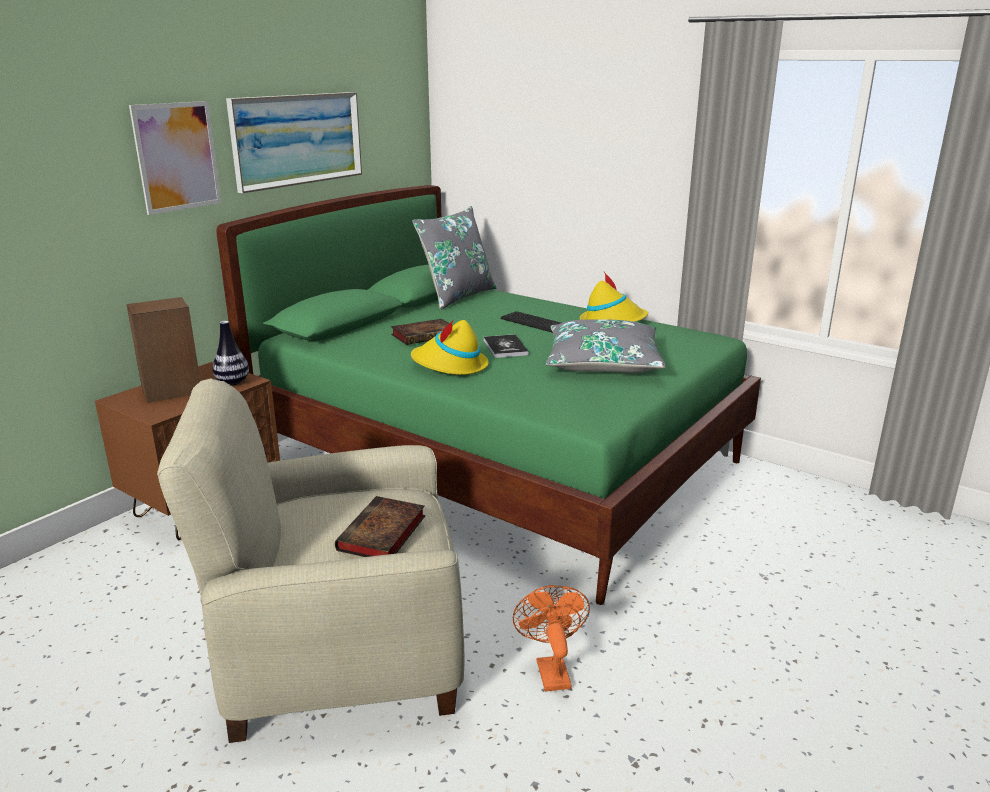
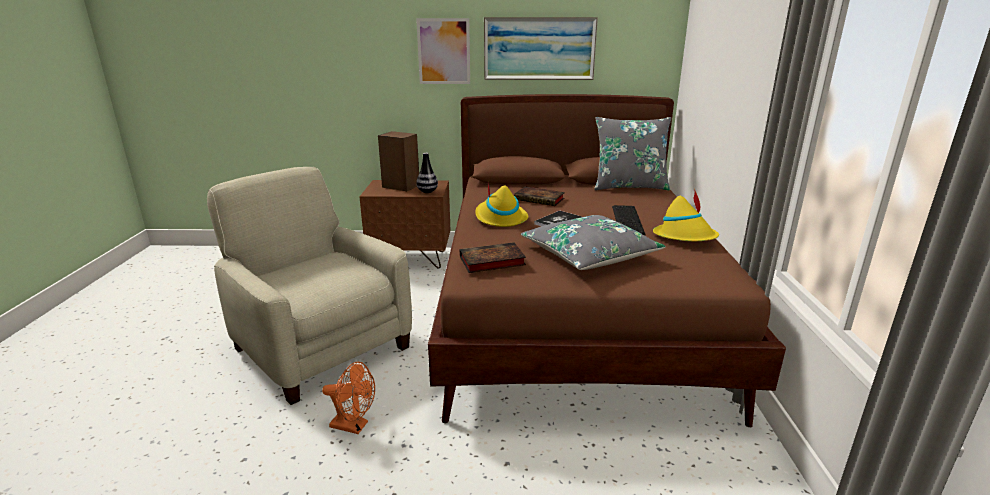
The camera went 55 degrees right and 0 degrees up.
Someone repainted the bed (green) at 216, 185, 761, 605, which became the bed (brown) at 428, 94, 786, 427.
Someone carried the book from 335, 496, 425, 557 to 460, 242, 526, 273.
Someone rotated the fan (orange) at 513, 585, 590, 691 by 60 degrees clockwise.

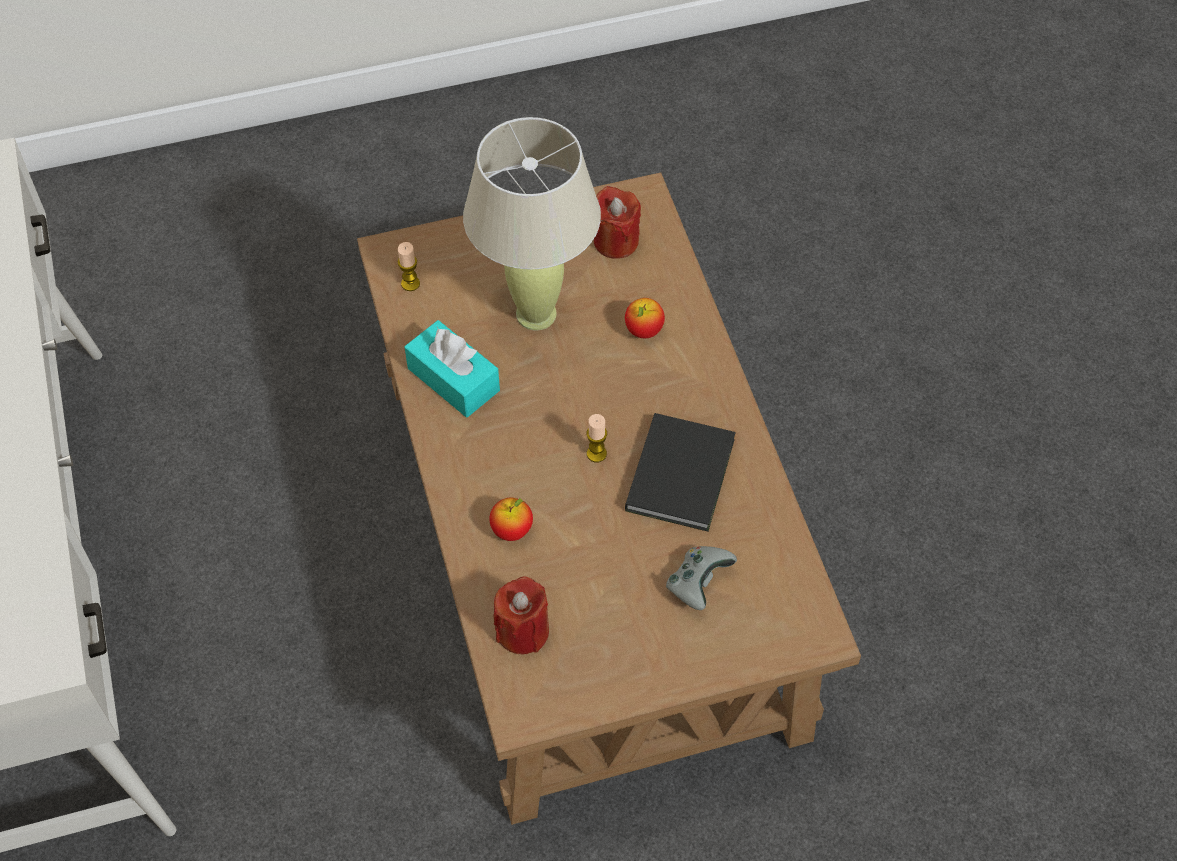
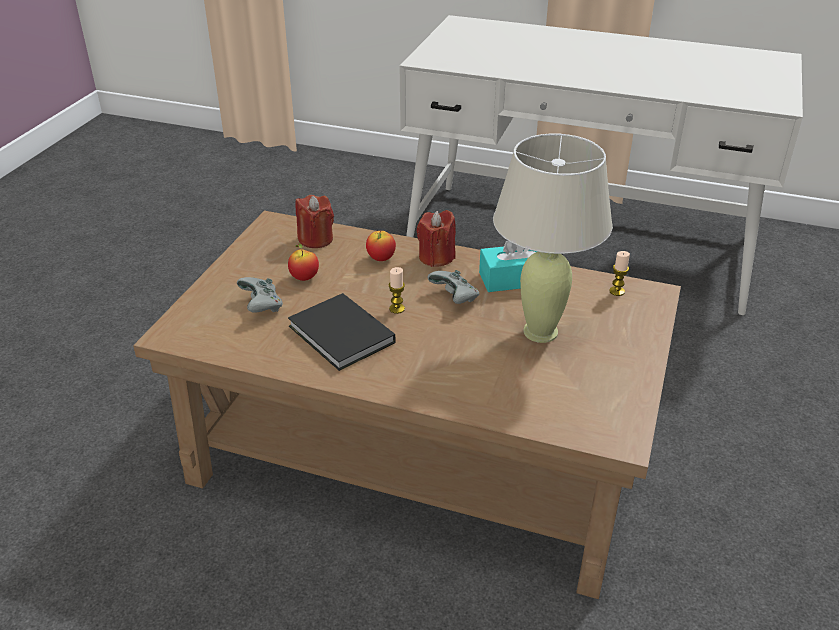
The camera went 125 degrees right and 20 degrees down.
Someone carried the candle (red) from 594, 186, 641, 259 to 417, 210, 456, 267.
Someone carried the apple from 625, 298, 665, 338 to 288, 243, 319, 281.
Someone put down the game controller (grey) at 427, 270, 479, 304.

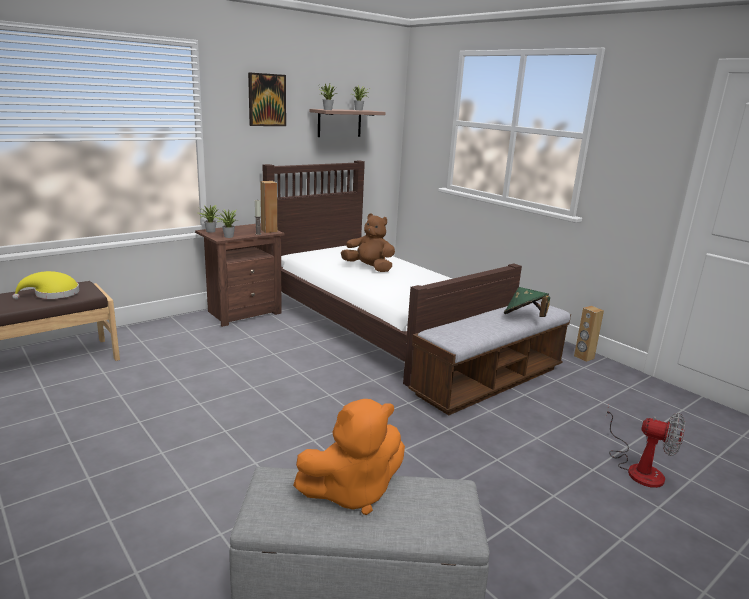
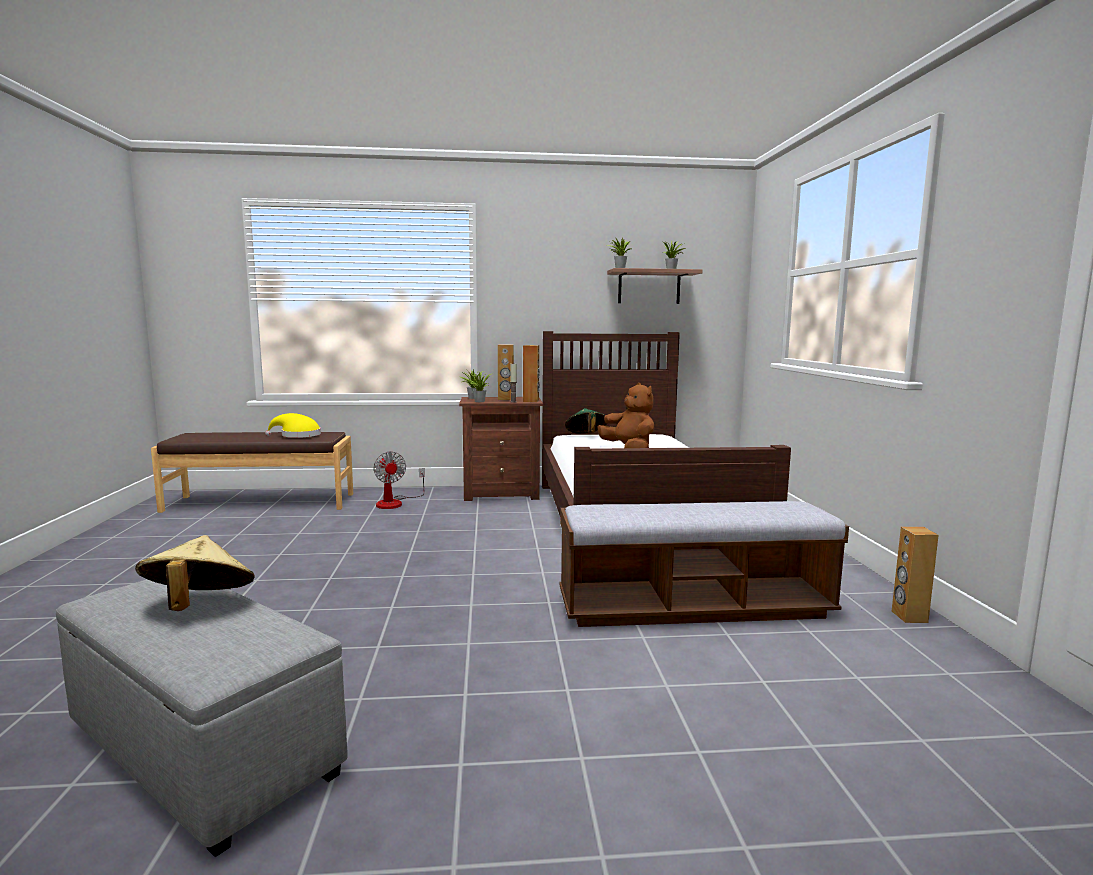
The camera went 35 degrees right and 10 degrees down.
Someone took away the picture at 248, 72, 286, 126.
Someone swapped the plush toy (orange) at 293, 399, 405, 515 for the hat (beige) at 135, 535, 255, 611.
Someone carried the hat (green) from 504, 287, 550, 317 to 565, 408, 607, 434.
Someone carried the fan from 605, 405, 685, 488 to 373, 451, 425, 509.
Someone put down the speaker (brown) at 498, 344, 514, 400.

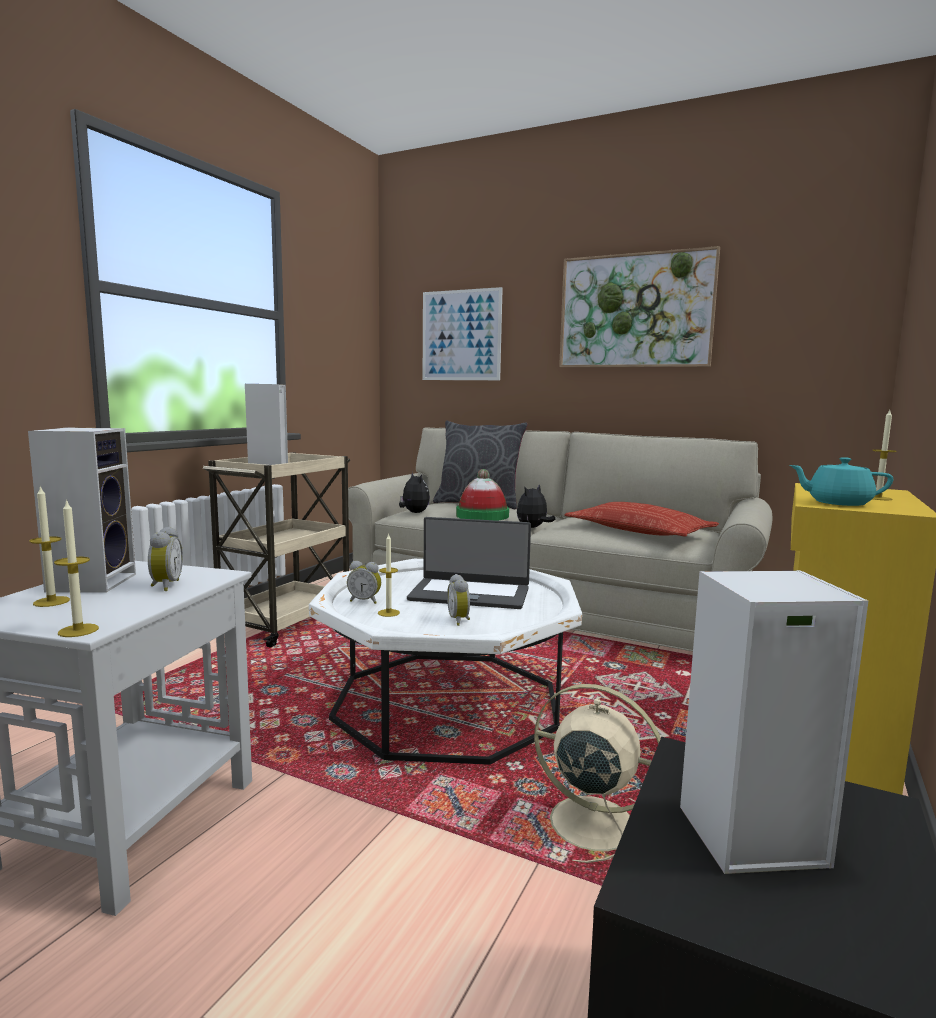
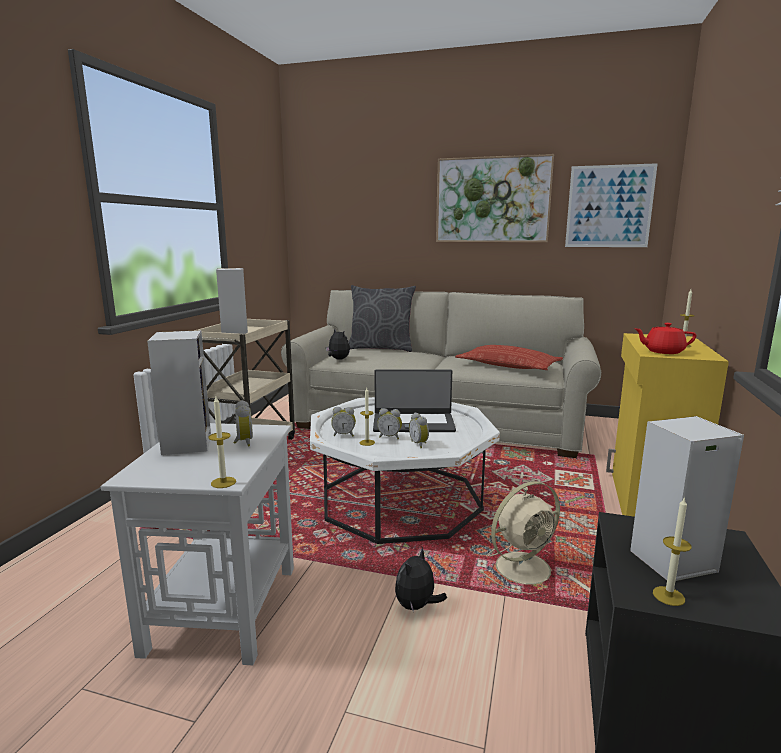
The camera went 10 degrees left and 5 degrees up.
Someone carried the candle from 29, 486, 70, 607 to 653, 497, 692, 606.
Someone carried the picture from 423, 287, 503, 380 to 565, 163, 658, 247.
Someone took away the hat at 456, 469, 509, 521.
Someone carried the plush toy from 517, 484, 556, 528 to 395, 547, 447, 612.
Someone rotated the fan (beige) at 526, 684, 661, 863 by 135 degrees clockwise.
Someone repainted the teapot (turquoise) at 789, 457, 893, 506, which became the teapot (red) at 634, 323, 696, 354.
Someone put down the alarm clock at 377, 408, 402, 439.

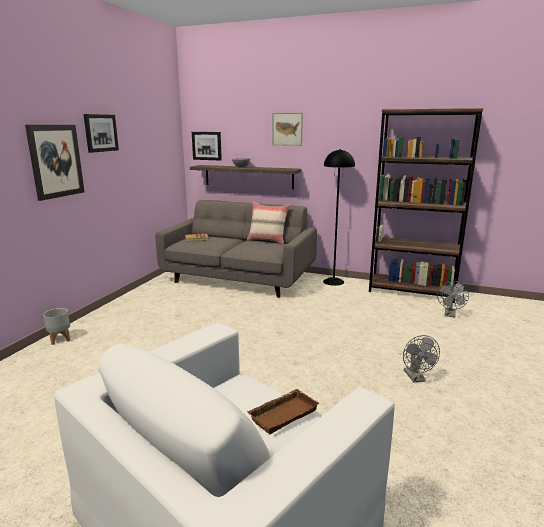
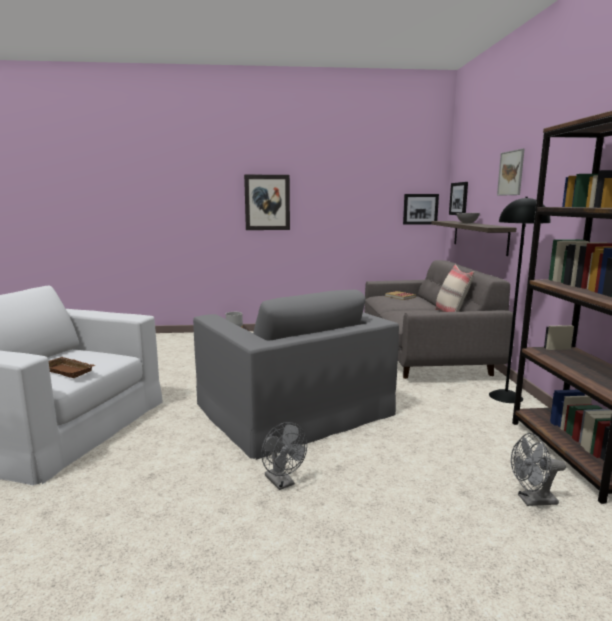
The camera went 65 degrees right and 5 degrees down.
Someone carried the picture from 84, 114, 119, 153 to 403, 194, 439, 225.
Someone rotated the fan (grey) at 403, 335, 440, 382 by 90 degrees counterclockwise.
Someone put down the armchair (grey) at 193, 290, 399, 460.

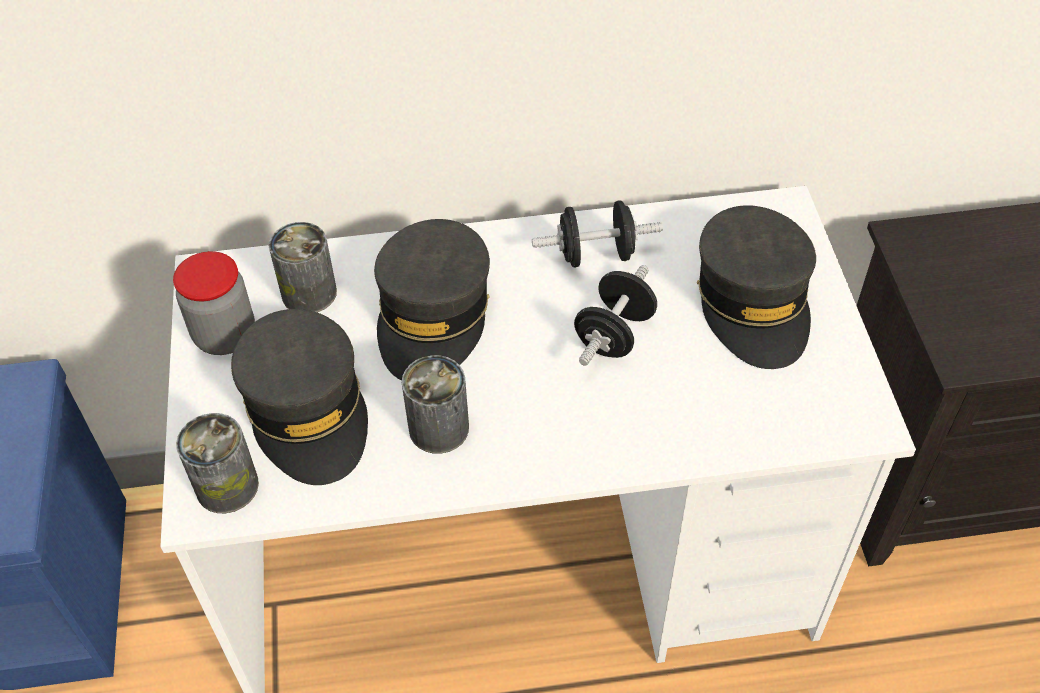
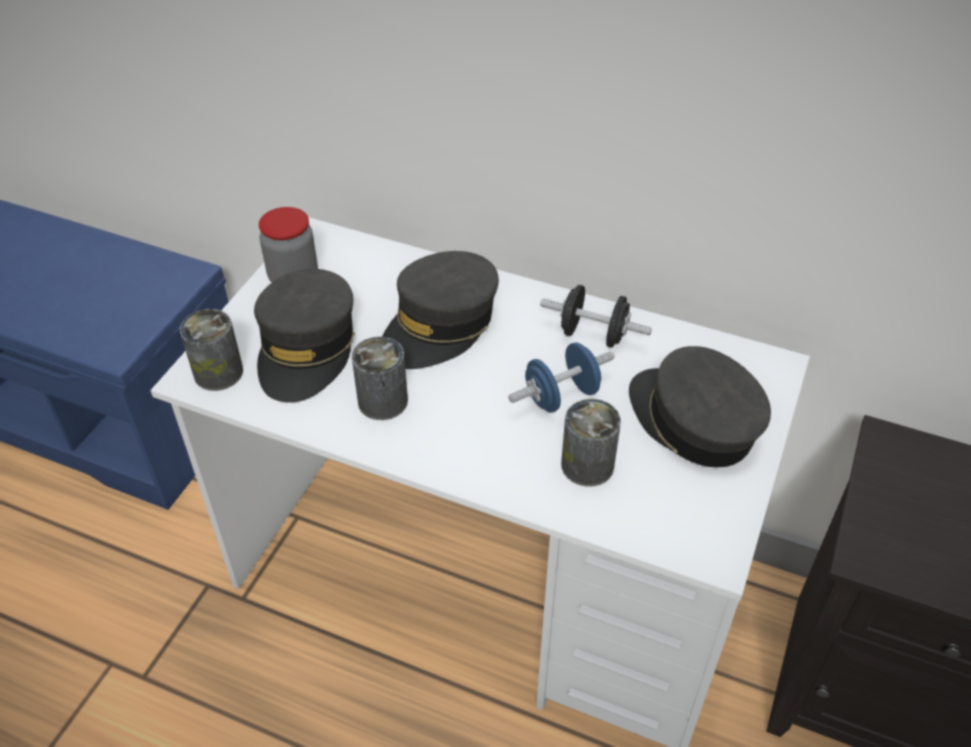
The camera went 30 degrees right and 5 degrees down.
Someone carried the can from 269, 222, 337, 313 to 561, 399, 621, 486.
Someone repainted the dumbbell (black) at 574, 265, 657, 366, which became the dumbbell (blue) at 508, 342, 615, 413.
Someone rotated the cap (grey) at 697, 205, 816, 369 by 120 degrees clockwise.

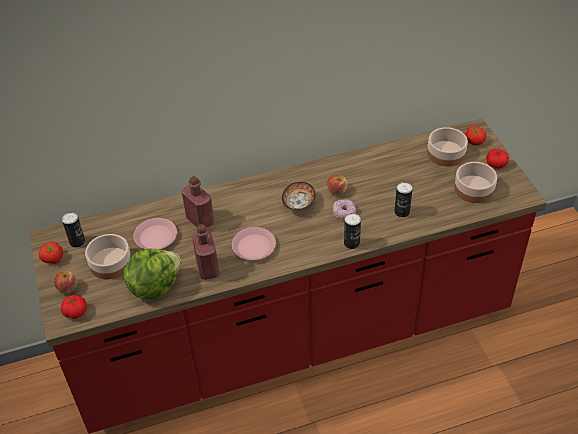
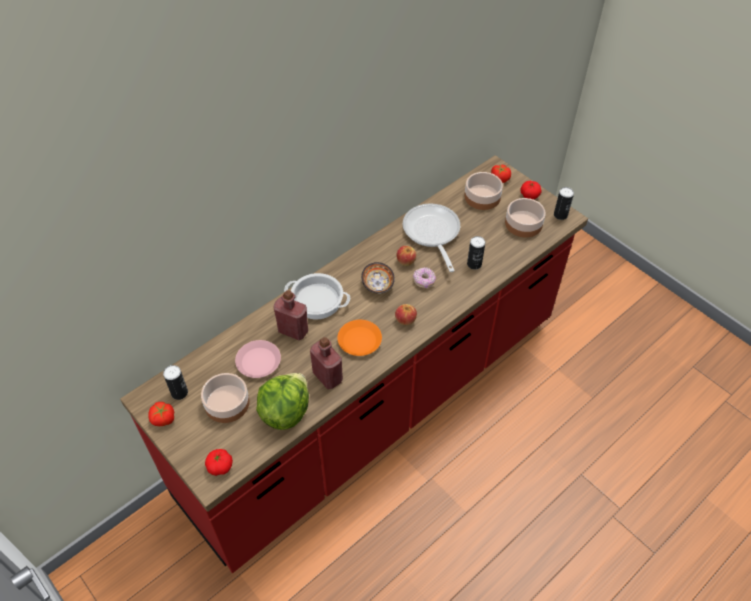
The camera went 25 degrees left and 5 degrees up.
Someone carried the apple from 54, 271, 77, 294 to 395, 304, 417, 326.
Someone repainted the plate (pink) at 232, 227, 276, 260, which became the plate (orange) at 337, 320, 382, 356.
Someone carried the can from 344, 213, 361, 249 to 554, 187, 574, 220.
Someone put down the cooking pot at 284, 273, 350, 319.
Someone put down the frying pan at 403, 203, 460, 272.

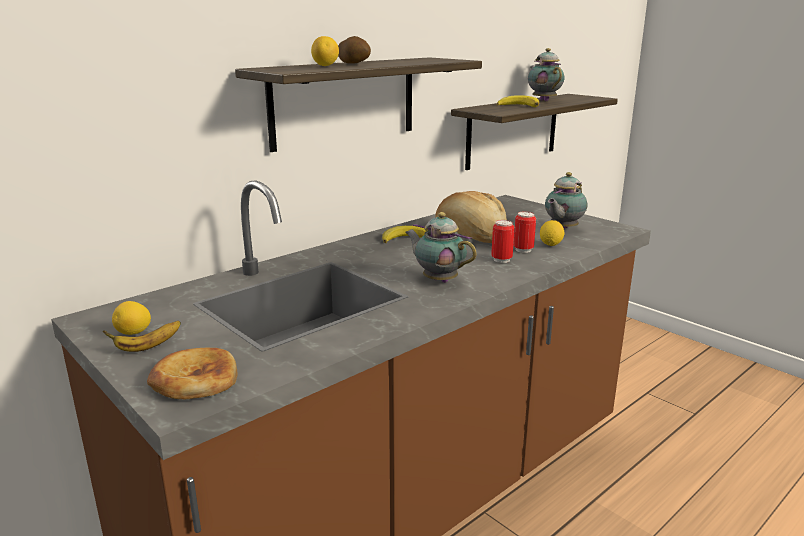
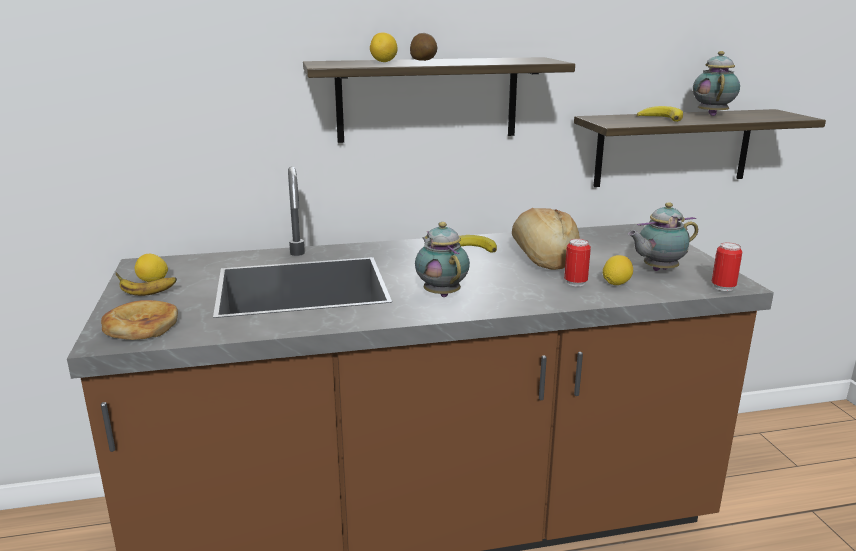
The camera went 30 degrees right and 0 degrees up.
Someone carried the can from 491, 220, 514, 263 to 712, 243, 742, 291.

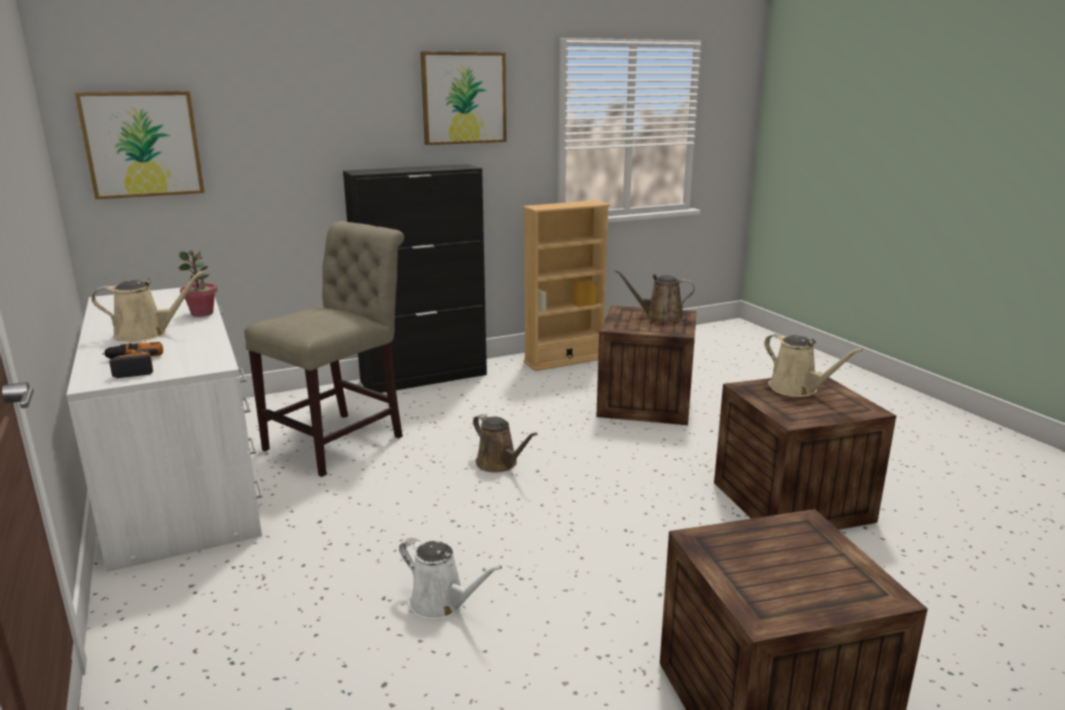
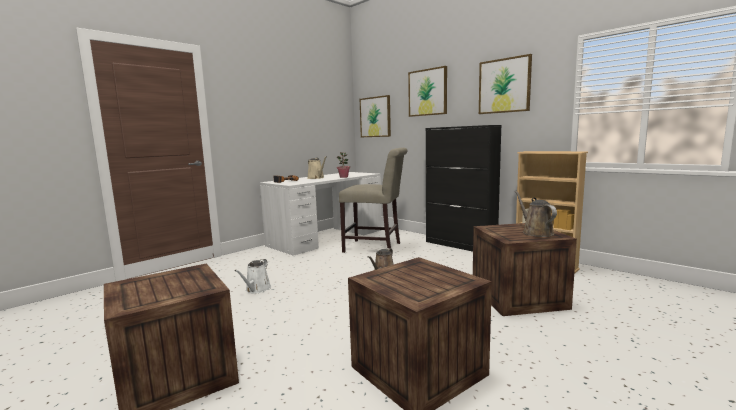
The camera went 70 degrees right and 10 degrees down.
Someone took away the watering can (beige) at 764, 333, 863, 397.
Someone put up the picture at 408, 66, 447, 117.

